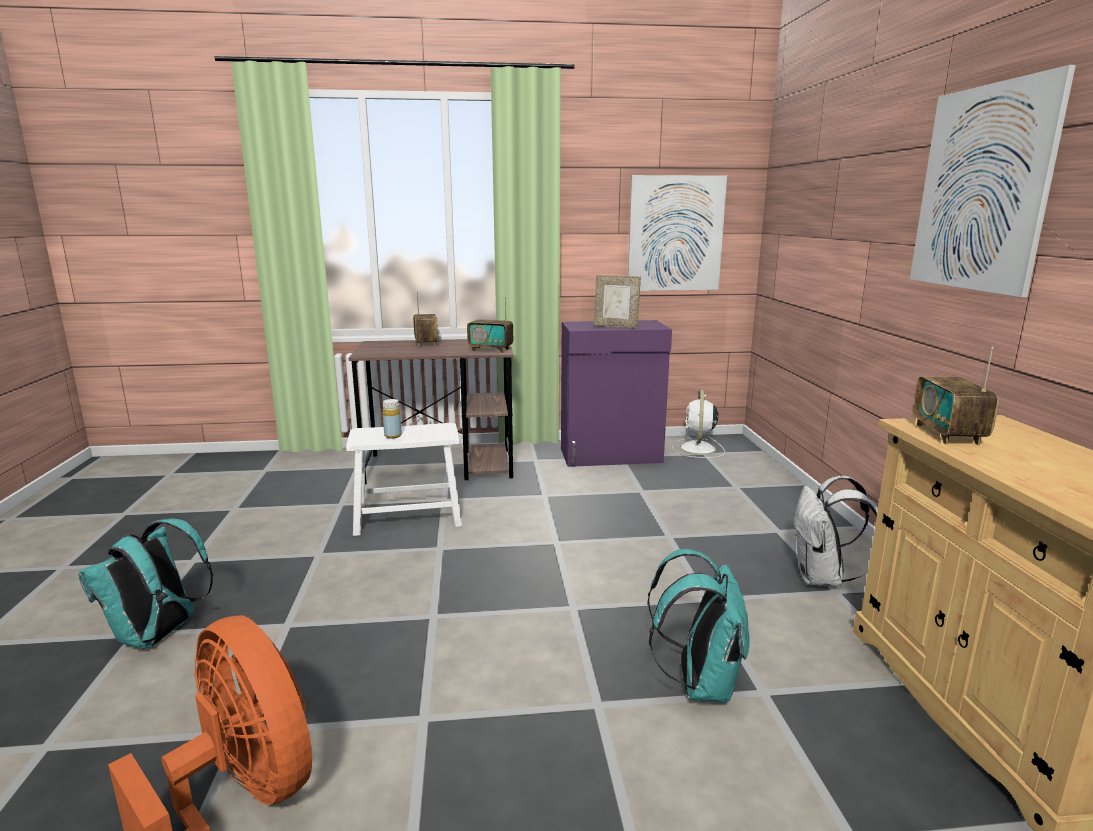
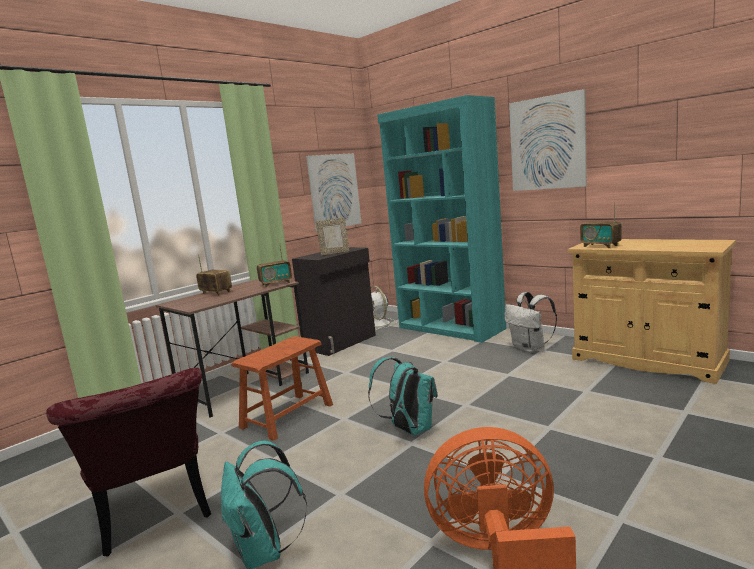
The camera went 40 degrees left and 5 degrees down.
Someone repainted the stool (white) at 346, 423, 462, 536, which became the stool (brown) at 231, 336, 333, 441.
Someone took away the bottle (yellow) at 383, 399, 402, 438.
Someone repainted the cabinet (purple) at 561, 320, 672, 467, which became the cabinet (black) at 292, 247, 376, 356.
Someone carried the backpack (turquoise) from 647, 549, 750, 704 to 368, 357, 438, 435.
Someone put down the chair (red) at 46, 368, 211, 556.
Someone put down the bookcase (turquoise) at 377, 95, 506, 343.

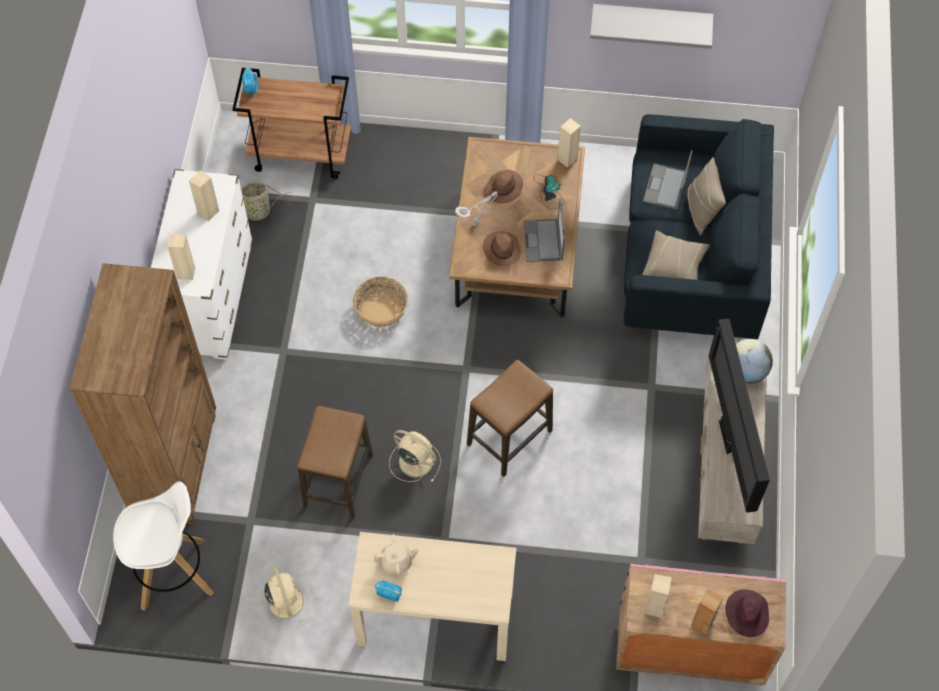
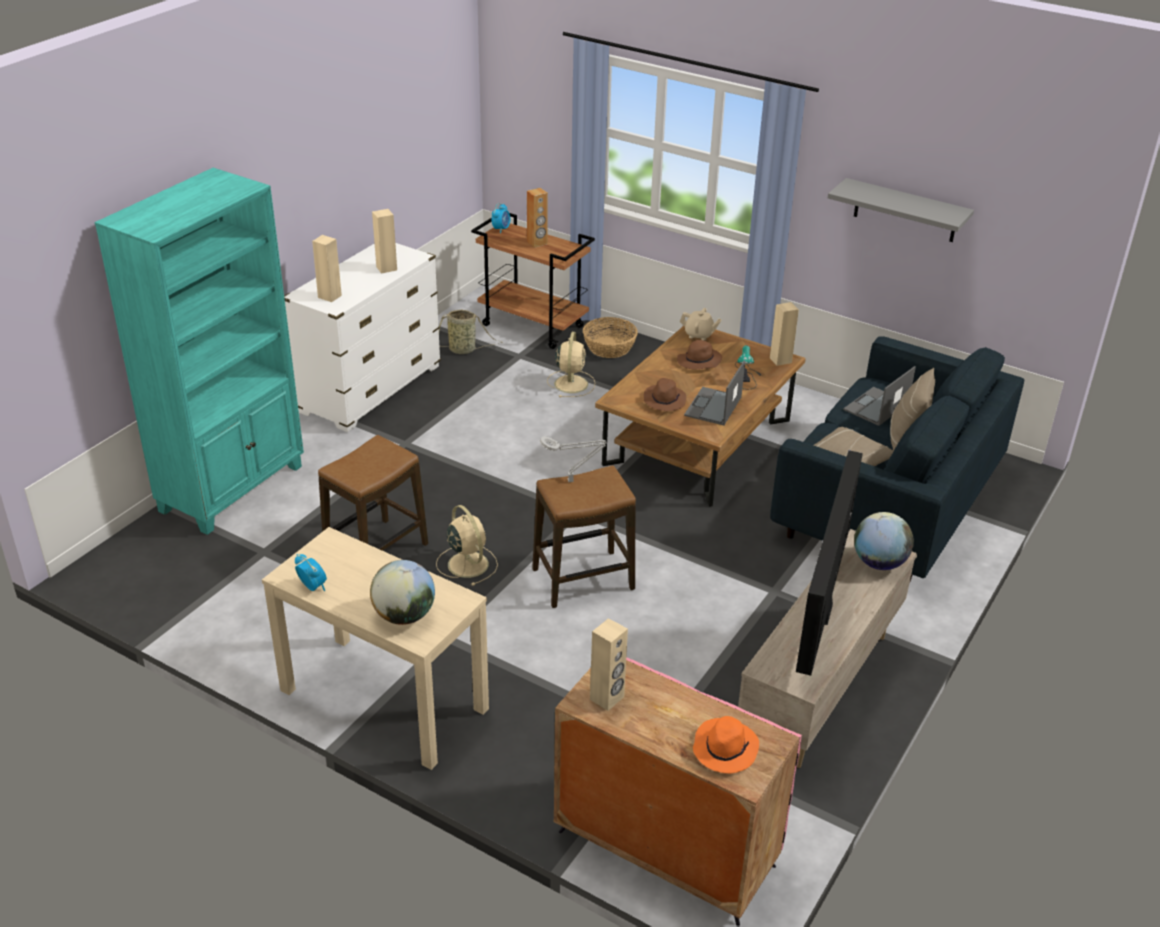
The camera went 25 degrees right and 25 degrees down.
Someone repainted the bookcase (brown) at 69, 263, 216, 524, which became the bookcase (turquoise) at 95, 168, 304, 535.
Someone took away the stool (white) at 113, 481, 214, 611.
Someone carried the fan (beige) from 258, 565, 311, 630 to 547, 332, 595, 397.
Someone carried the basket from 353, 277, 408, 327 to 583, 317, 638, 358.
Someone carried the teapot (beige) from 374, 534, 419, 575 to 680, 308, 722, 341.
Someone carried the table lamp (grey) from 455, 191, 498, 227 to 540, 436, 607, 482.
Someone carried the speaker (brown) from 691, 589, 724, 634 to 527, 188, 548, 248.
Someone repainted the hat (purple) at 725, 590, 769, 637, which became the hat (orange) at 693, 716, 759, 774.
Someone put down the globe at 370, 560, 435, 625.

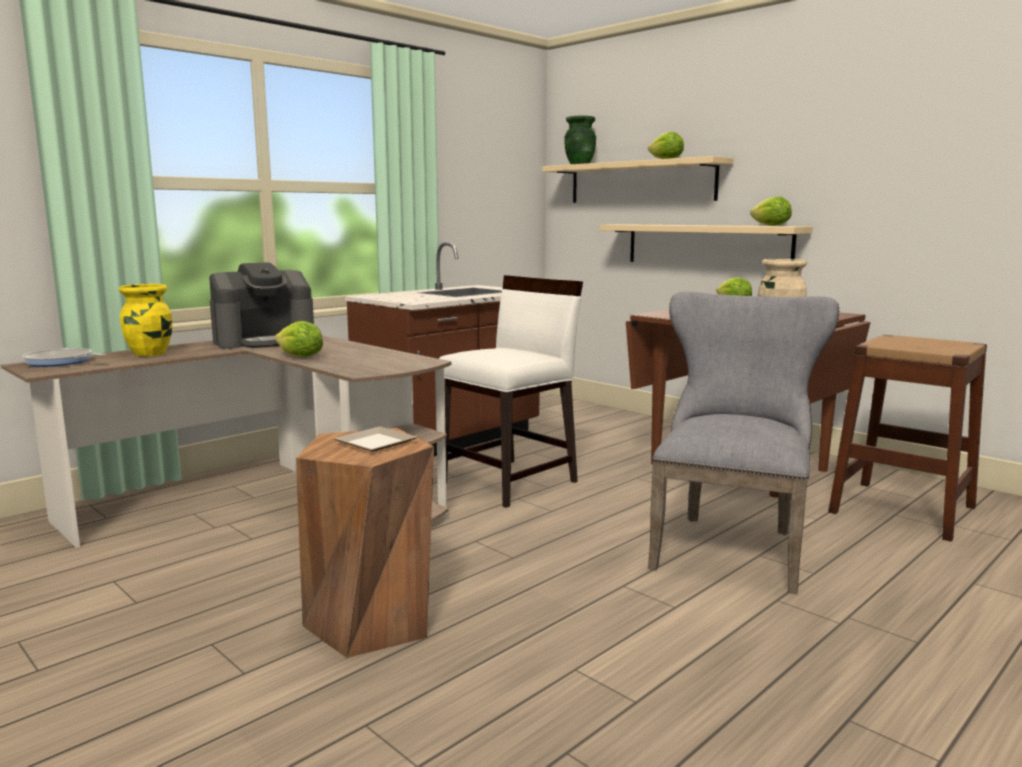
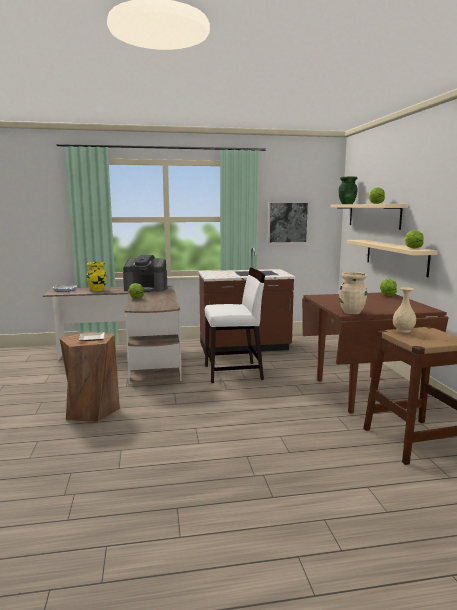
The camera went 35 degrees right and 0 degrees up.
Someone took away the chair (grey) at 648, 292, 839, 594.
Someone put up the picture at 267, 201, 309, 244.
Someone put down the vase (beige) at 393, 287, 416, 333.

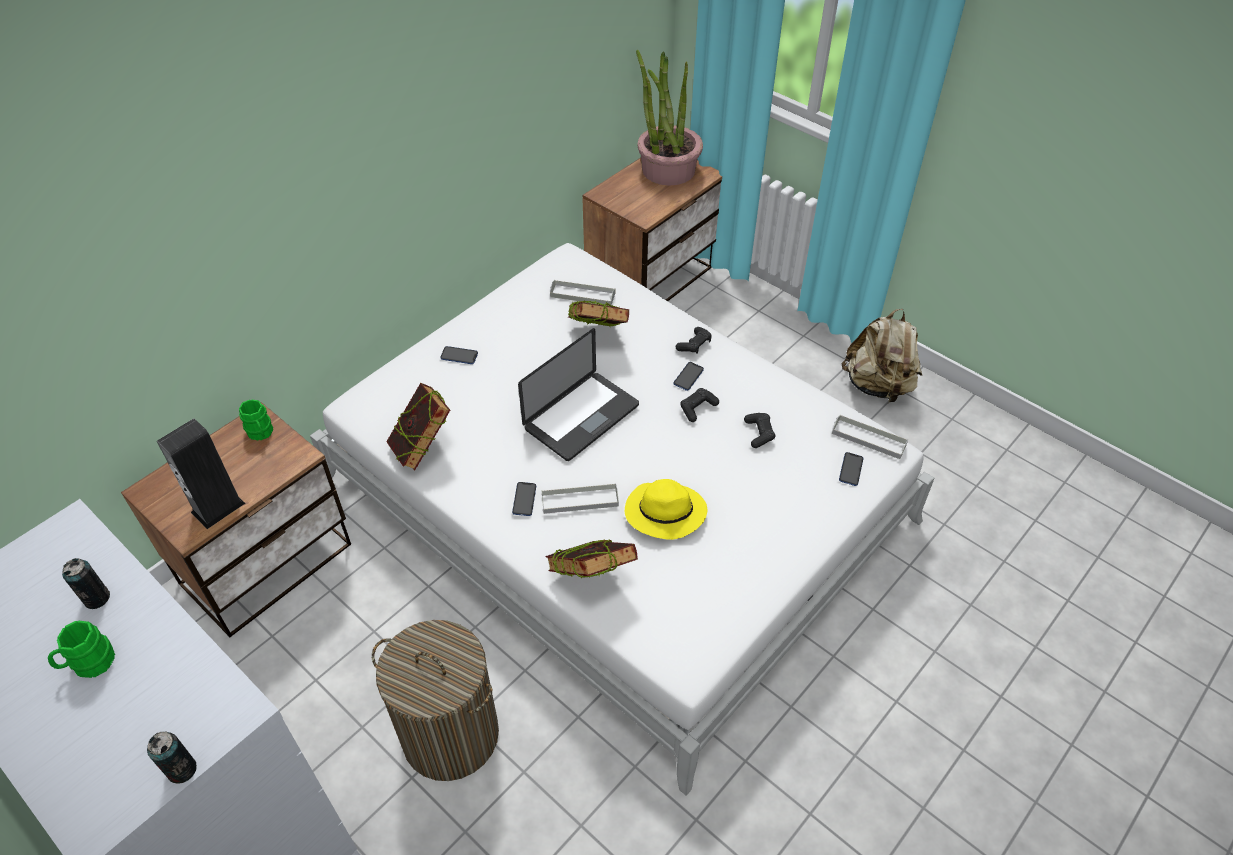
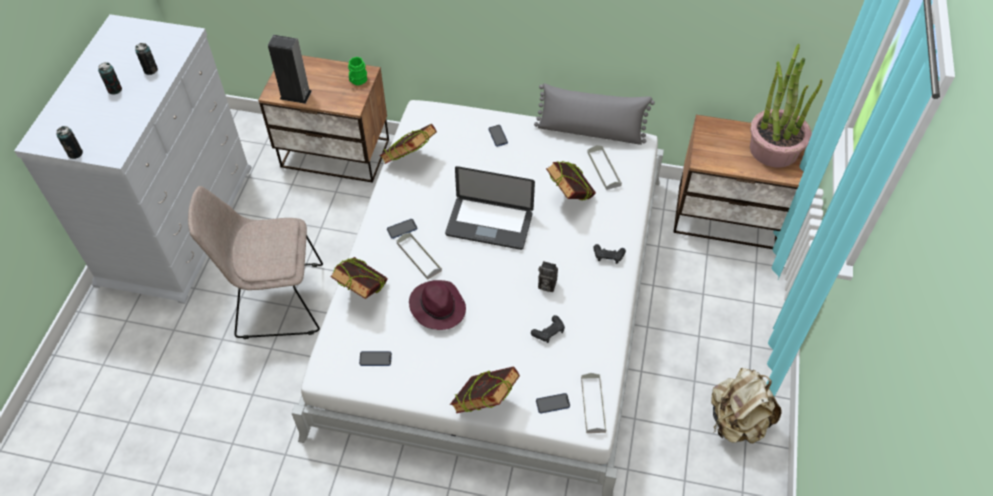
The camera went 60 degrees right and 5 degrees up.
Someone swapped the mug (green) at 48, 621, 115, 678 for the can at 98, 62, 122, 95.
Someone swapped the laundry basket at 372, 620, 499, 781 for the chair (beige) at 188, 186, 323, 339.
Someone repainted the hat (yellow) at 625, 479, 707, 540, which became the hat (purple) at 409, 280, 466, 330.
Someone carried the phone from 674, 362, 704, 391 to 359, 351, 392, 366.
Someone swapped the game controller (black) at 680, 388, 719, 422 for the photo camera at 538, 261, 558, 292.
Someone put down the book at 450, 366, 520, 413.
Someone put down the pillow (grey) at 534, 83, 655, 145.

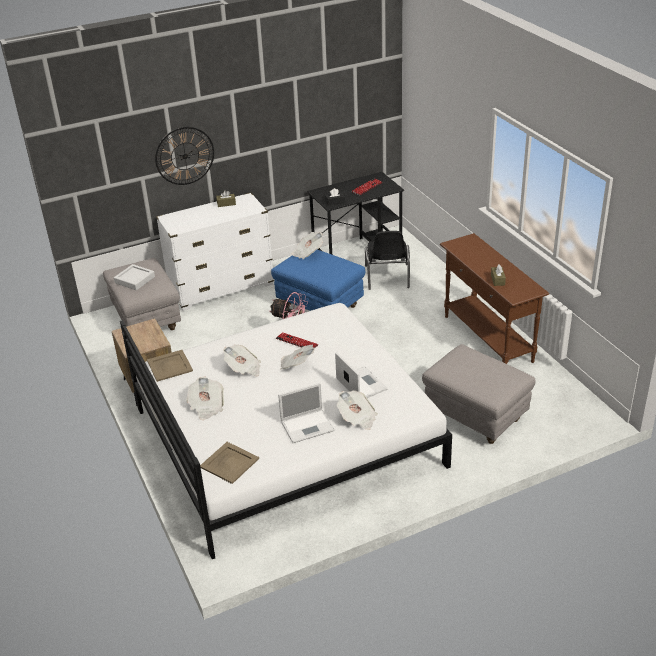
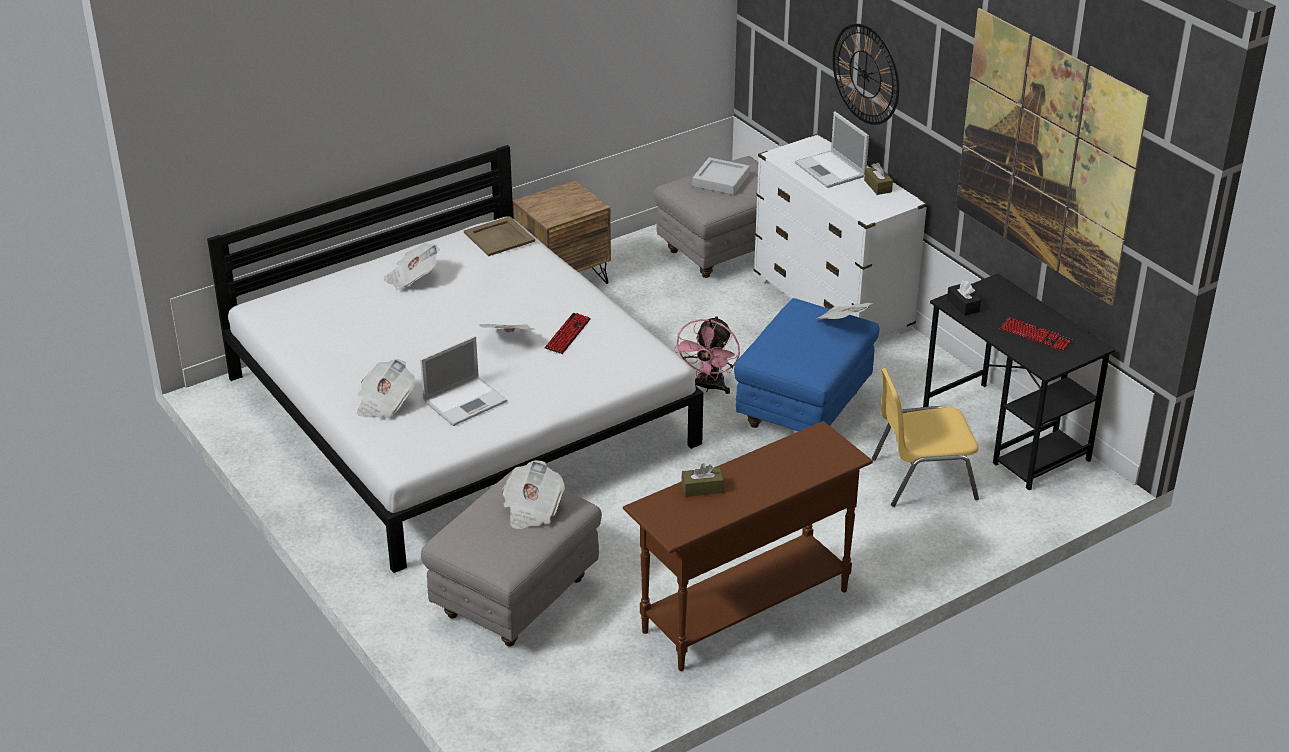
The camera went 80 degrees right and 0 degrees up.
Someone took away the tray (beige) at 200, 442, 259, 484.
Someone carried the newspaper from 223, 345, 261, 376 to 502, 460, 565, 529.
Someone carried the laptop from 278, 383, 335, 443 to 795, 112, 869, 188.
Someone repainted the chair (black) at 365, 231, 410, 290, which became the chair (yellow) at 872, 368, 979, 507.
Someone put up the picture at 956, 8, 1149, 306.

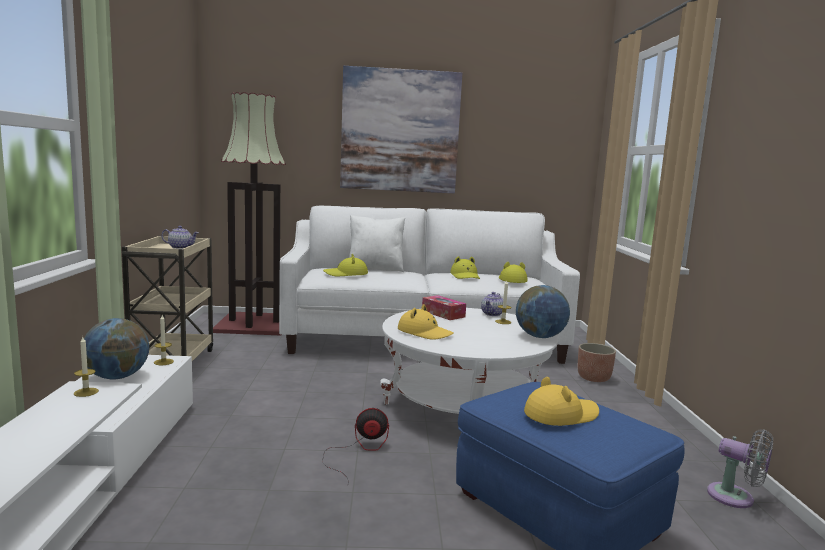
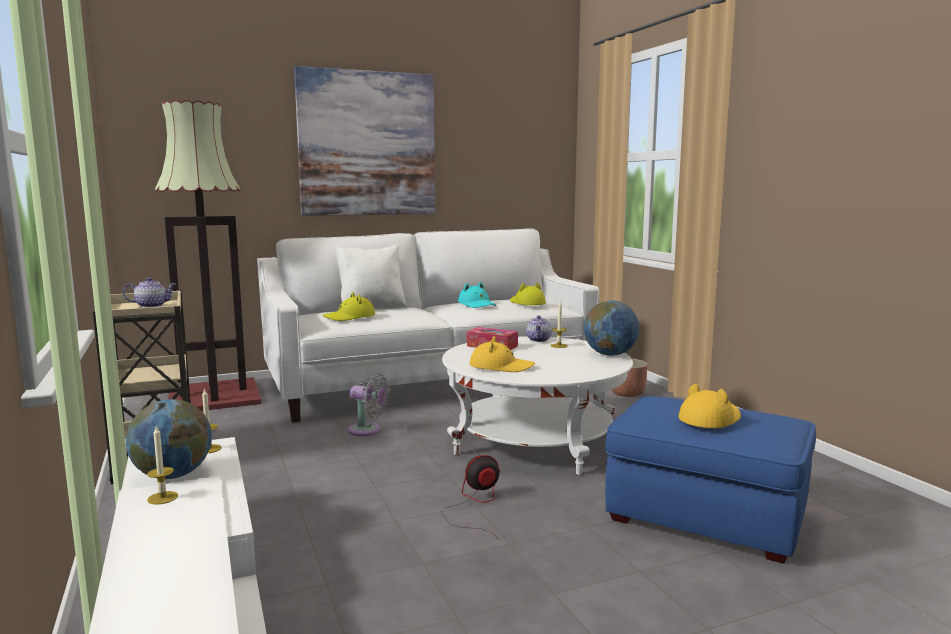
The camera went 20 degrees left and 0 degrees up.
Someone repainted the hat (yellow) at 450, 256, 480, 279, which became the hat (turquoise) at 458, 282, 496, 308.
Someone carried the fan (grey) from 707, 429, 773, 508 to 348, 373, 390, 436.

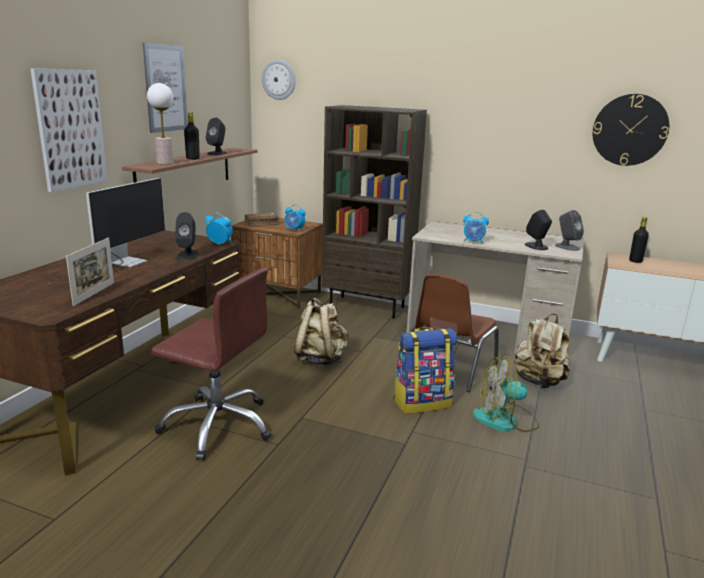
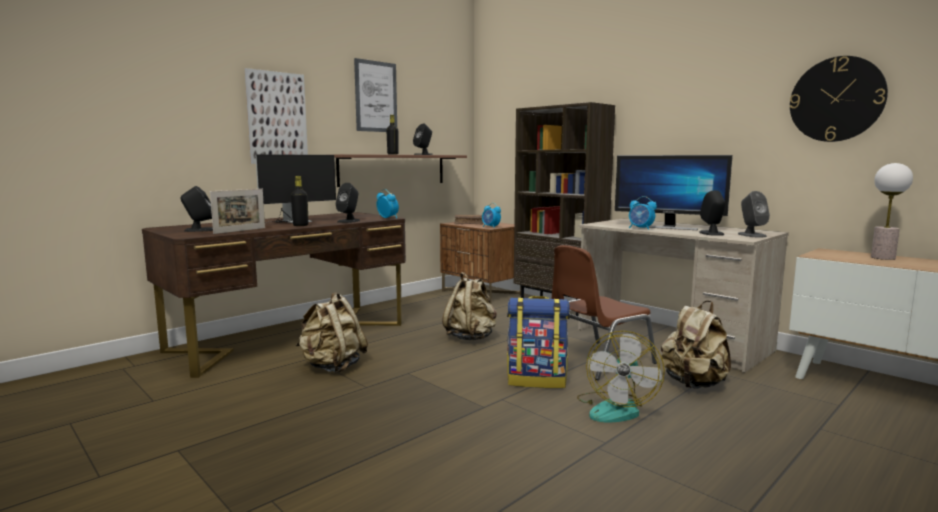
The camera went 25 degrees right and 10 degrees down.
Someone carried the table lamp from 147, 83, 174, 165 to 871, 163, 913, 260.
Someone swapped the office chair (brown) at 151, 268, 272, 461 for the backpack (beige) at 296, 292, 368, 373.
Someone took away the wall clock at 262, 60, 296, 100.
Someone rotated the fan at 473, 355, 539, 432 by 90 degrees counterclockwise.
Someone carried the bottle (black) from 629, 217, 649, 263 to 291, 176, 309, 226.
Someone put down the speaker (black) at 180, 186, 213, 232.
Someone put down the monitor at 615, 155, 733, 230.

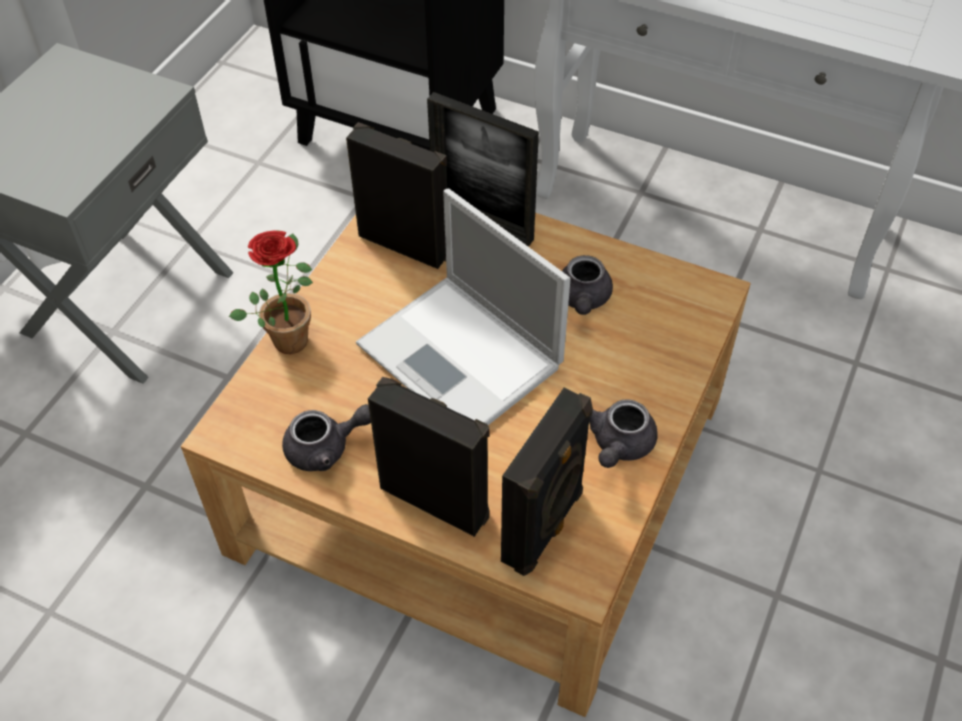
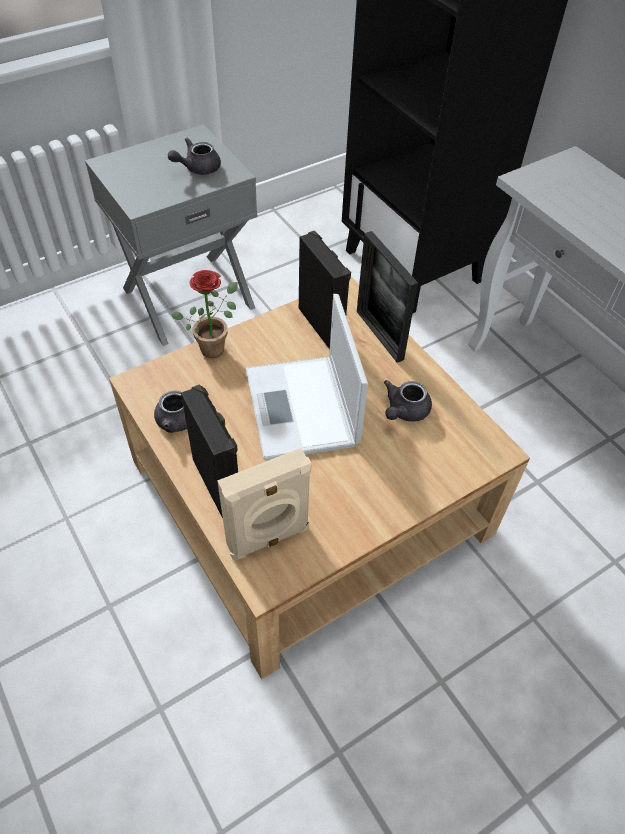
The camera went 30 degrees right and 0 degrees up.
Someone repainted the speaker (black) at 501, 388, 593, 576, which became the speaker (beige) at 217, 448, 312, 560.
Someone carried the teapot (grey) from 589, 400, 658, 468 to 168, 138, 221, 175.

